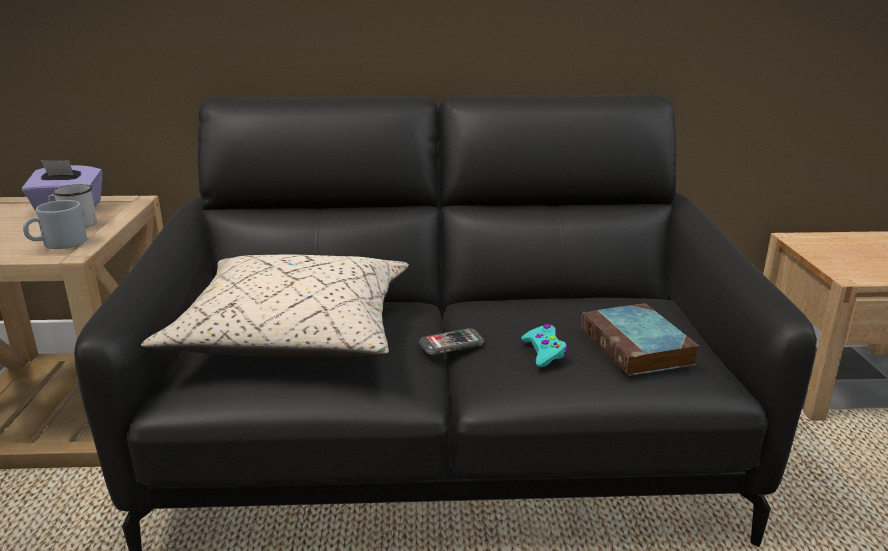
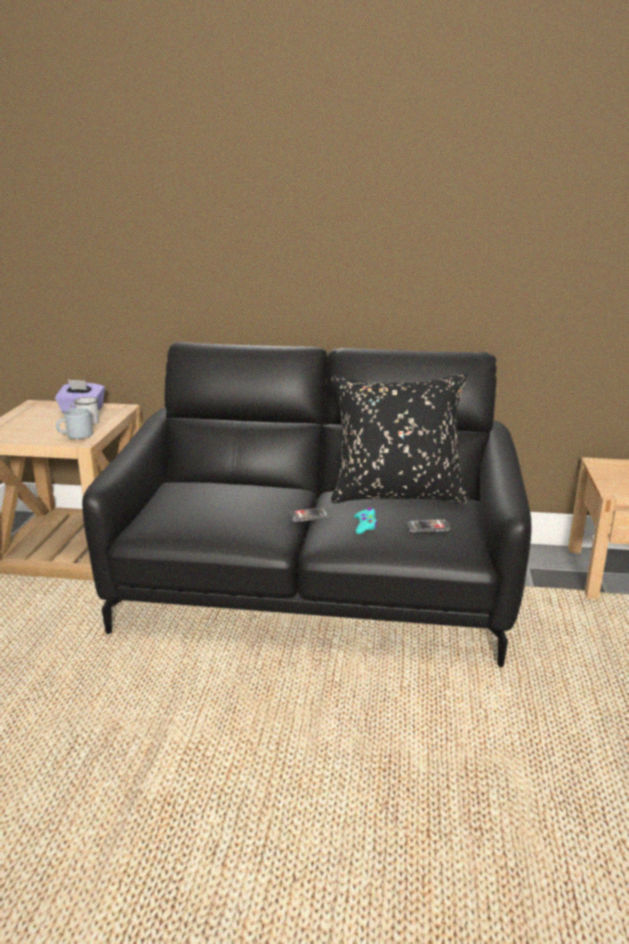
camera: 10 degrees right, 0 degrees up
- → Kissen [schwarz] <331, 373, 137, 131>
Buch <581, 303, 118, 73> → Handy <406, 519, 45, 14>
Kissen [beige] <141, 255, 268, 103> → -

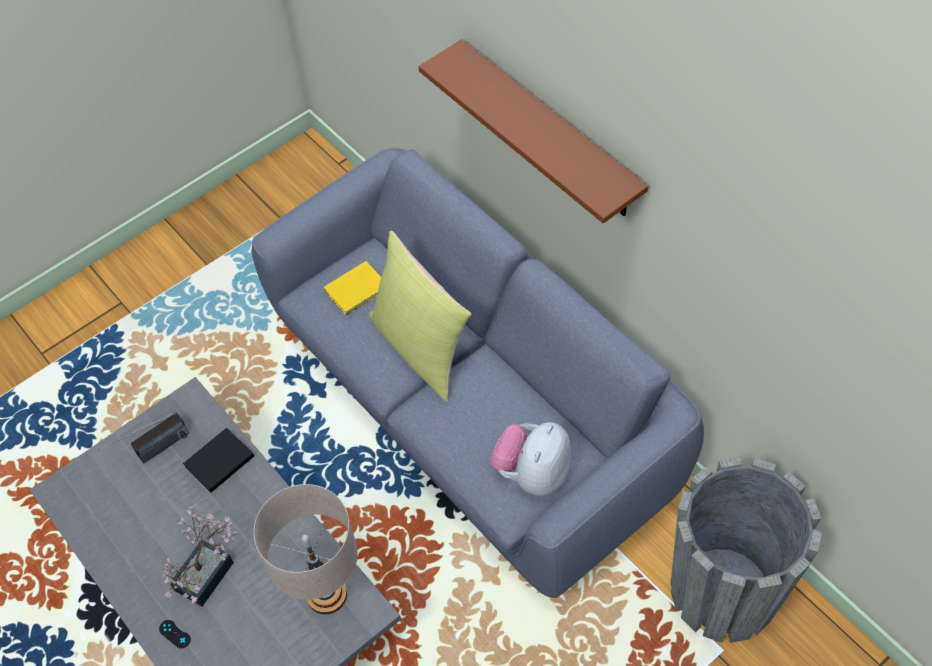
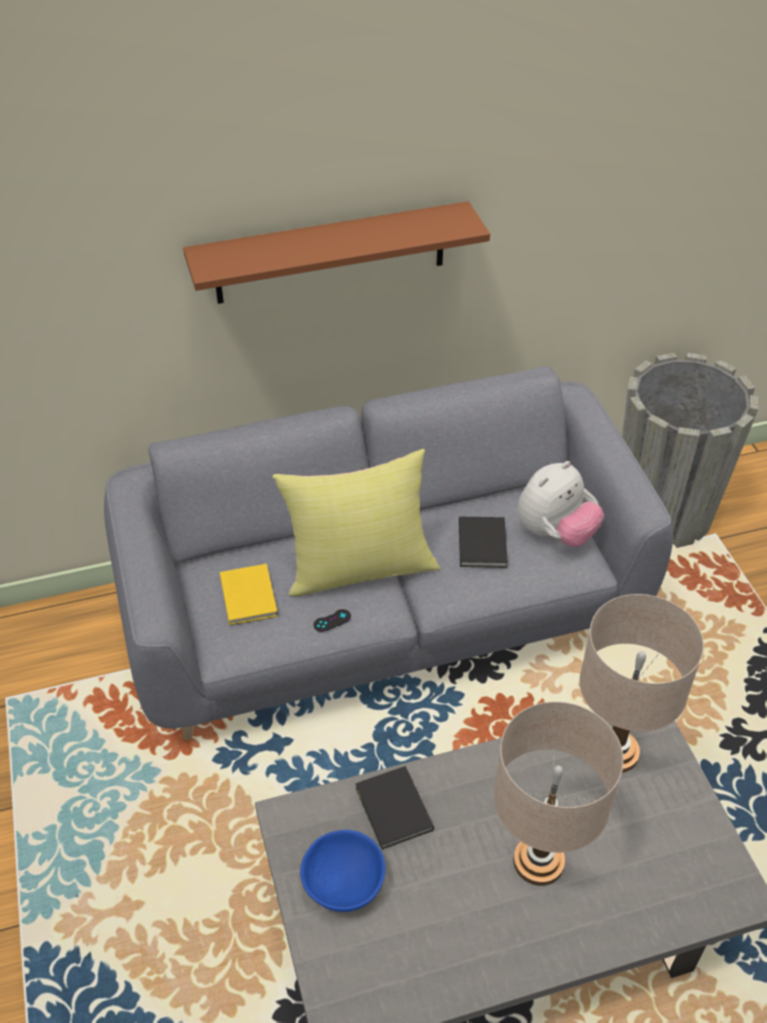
camera: 70 degrees left, 10 degrees down
Radio <98, 412, 91, 52> → Schüssel [blau] <300, 830, 86, 82>
Gamepad [schwarz] <159, 620, 32, 29> → Gamepad [schwarz] <313, 609, 38, 23>, move
- → Buch [schwarz] <459, 517, 49, 51>
Topfpflanze <162, 504, 76, 103> → Tischlampe [beige] <494, 702, 130, 184>
Plüschtier <490, 422, 81, 74> → Plüschtier <517, 461, 87, 86>, 90 degrees counterclockwise

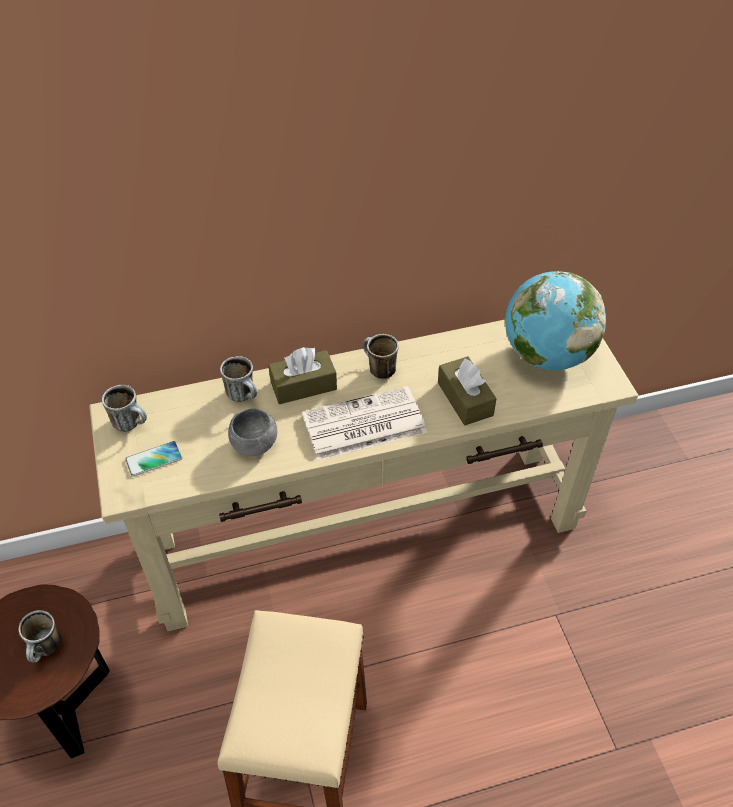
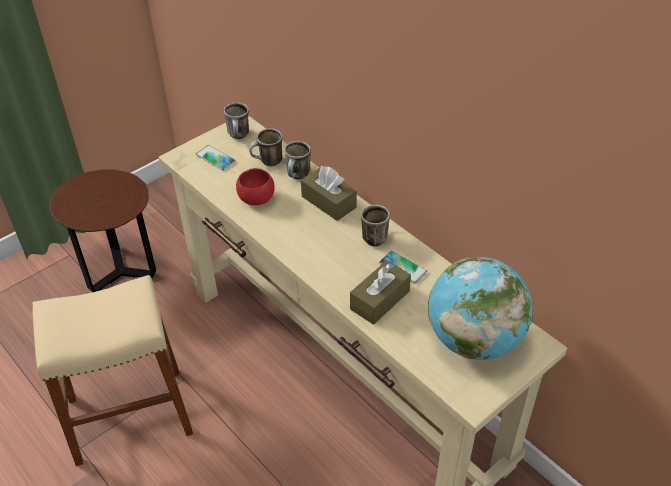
camera: 65 degrees right, 5 degrees down
Schüssel [grau] <228, 409, 49, 47> → Schüssel [rot] <236, 168, 39, 37>
Henkelbecher <18, 610, 44, 53> → Henkelbecher <249, 128, 34, 38>, move
- → Handy <379, 251, 48, 33>
Zeitung <302, 386, 125, 75> → -

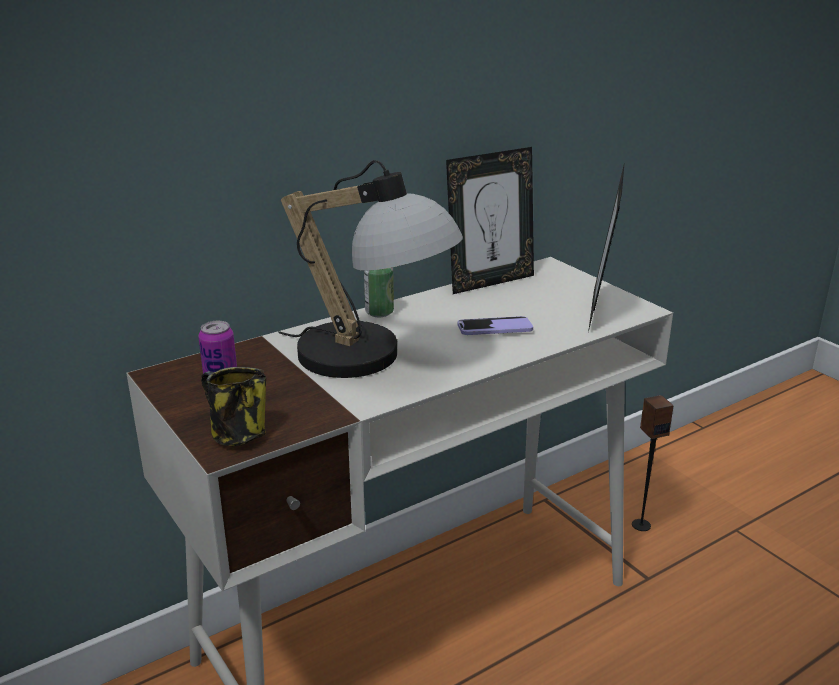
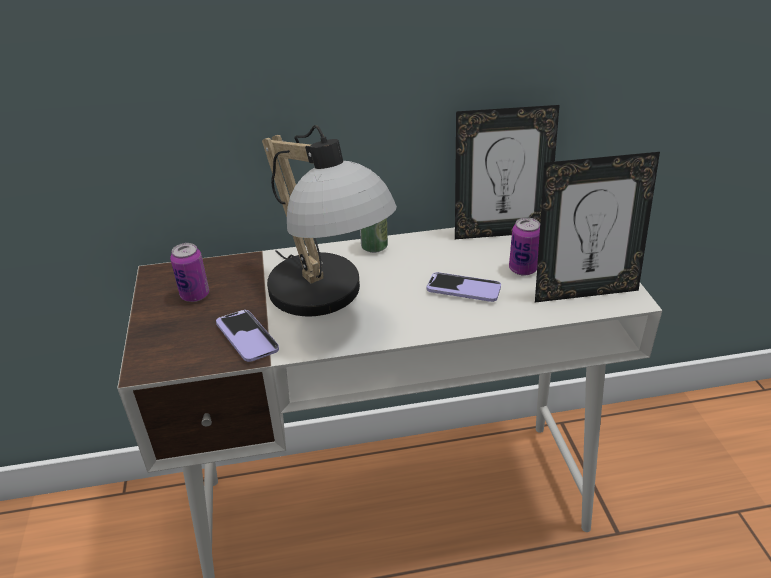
camera: 25 degrees right, 10 degrees up
- → Handy <216, 310, 63, 52>
- → Dose <509, 217, 31, 58>
Bilderrahmen <588, 162, 37, 170> → Bilderrahmen <535, 152, 125, 150>, 135 degrees counterclockwise
Henkelbecher <201, 367, 65, 79> → -
Lautsprecher <632, 395, 42, 136> → -

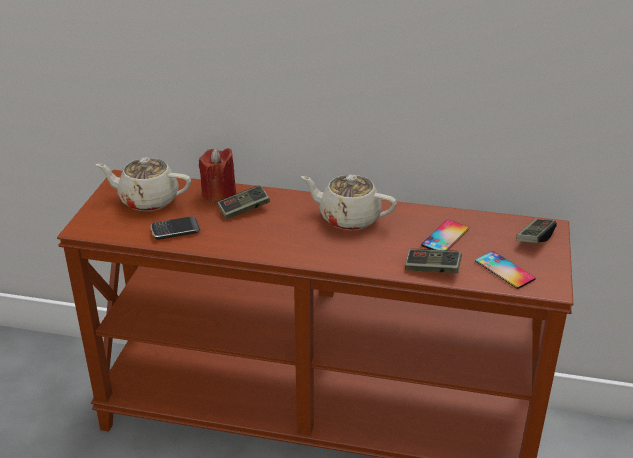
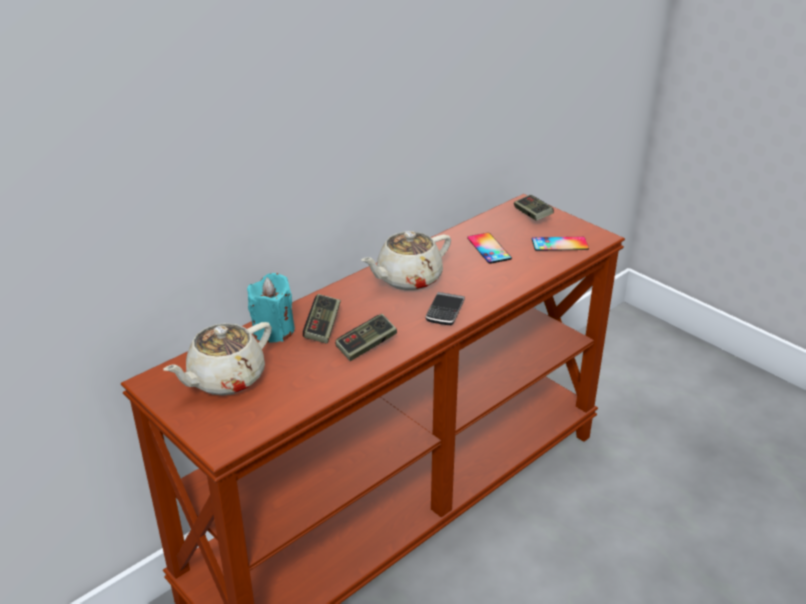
camera: 55 degrees left, 0 degrees up
Kerze [rot] <199, 148, 37, 54> → Kerze [türkis] <247, 273, 48, 70>
Gamepad <405, 249, 57, 24> → Gamepad <335, 314, 62, 47>, move
Handy <151, 216, 49, 24> → Handy <426, 292, 39, 33>, move

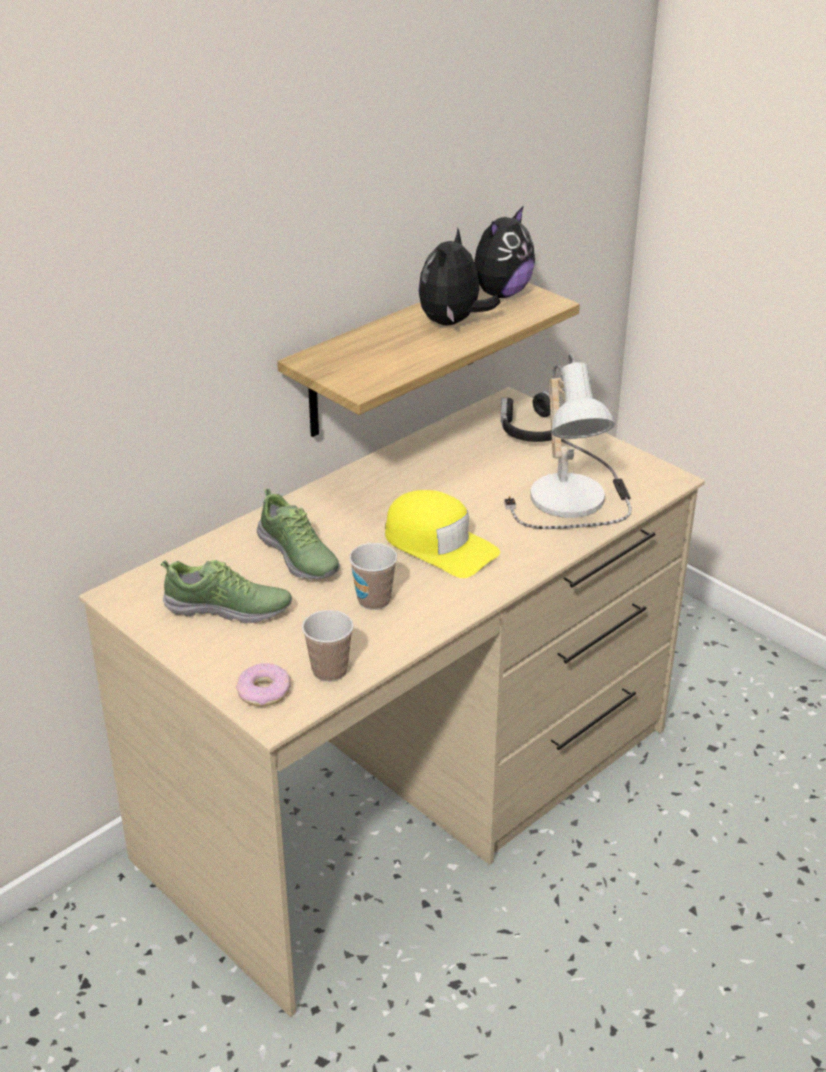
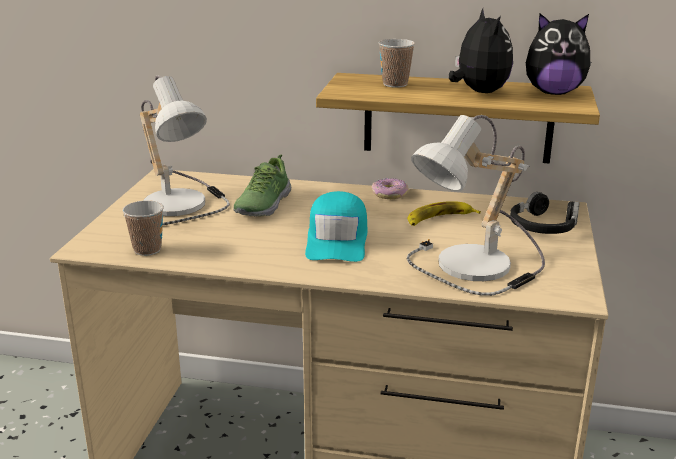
camera: 55 degrees right, 10 degrees down
Schuh <160, 560, 132, 64> → Tischlampe <124, 75, 106, 150>
Kappe [gelb] <385, 490, 115, 88> → Kappe [türkis] <305, 191, 63, 71>
Donut <236, 663, 55, 44> → Donut <372, 178, 36, 21>, move
Tasse <349, 543, 48, 67> → Tasse <378, 39, 37, 49>, move
- → Banane <407, 201, 74, 25>
Plüschtier <418, 228, 83, 97> → Plüschtier <449, 8, 64, 85>, 90 degrees clockwise

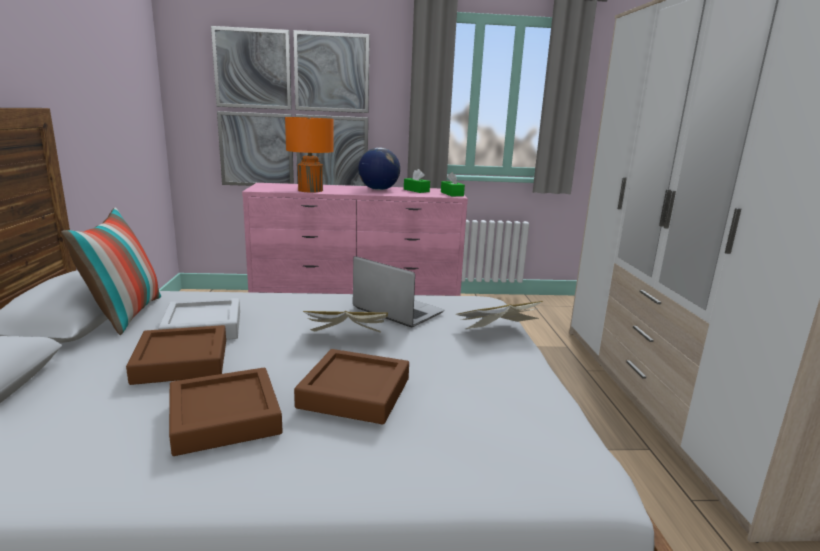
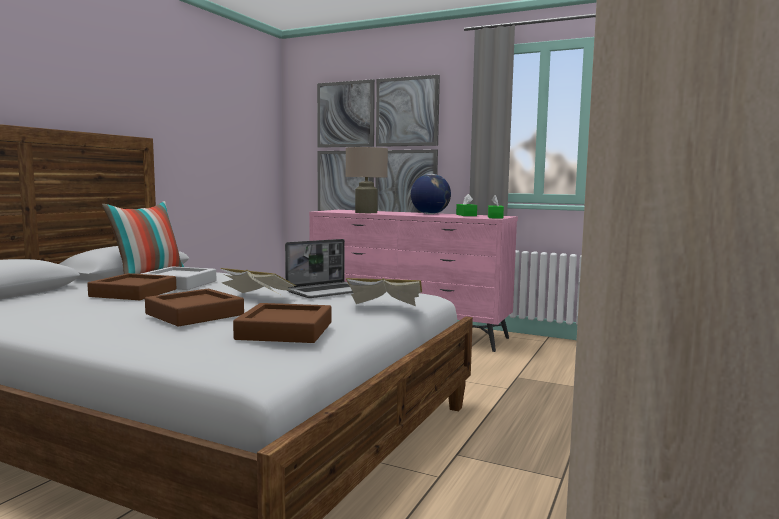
camera: 30 degrees right, 10 degrees down
Tablett [braun] <169, 368, 114, 88> → Tablett [braun] <233, 303, 98, 40>, move
Laptop <353, 256, 91, 71> → Laptop <285, 239, 68, 59>, 75 degrees clockwise
Tischlampe [orange] <285, 117, 49, 75> → Tischlampe [beige] <346, 147, 42, 66>

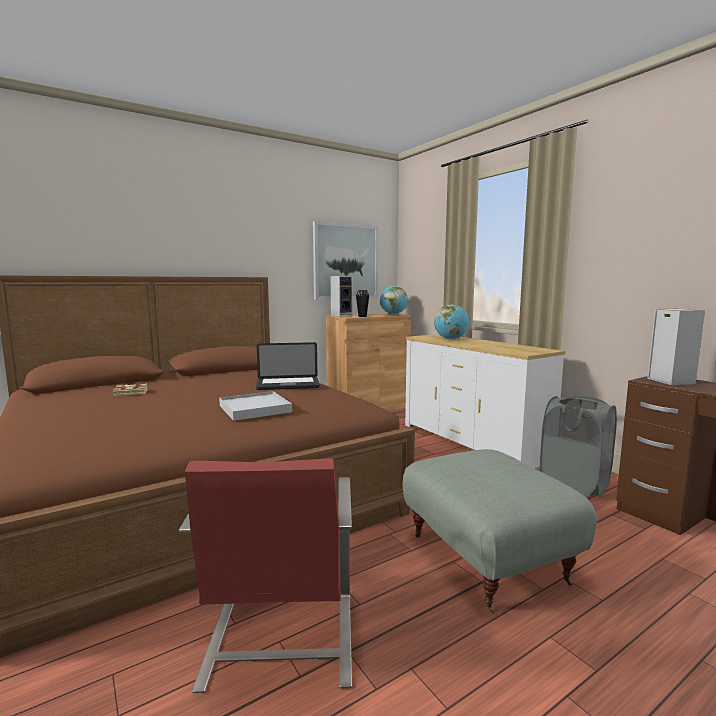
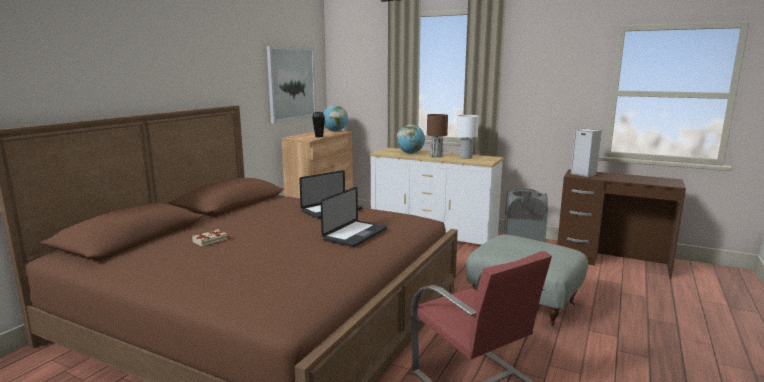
camera: 30 degrees left, 5 degrees up
Tablett [weiß] <219, 391, 73, 30> → Laptop <321, 187, 66, 60>
- → Tischlampe [braun] <427, 114, 21, 43>
- → Tischlampe [weiß] <457, 115, 22, 44>
Lautsprecher <331, 276, 22, 41> → -

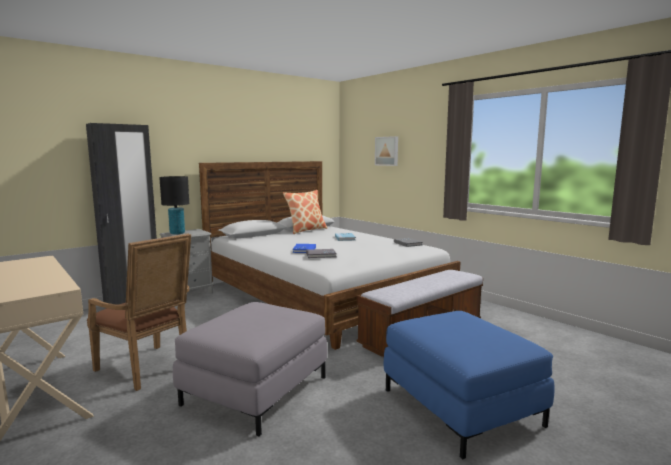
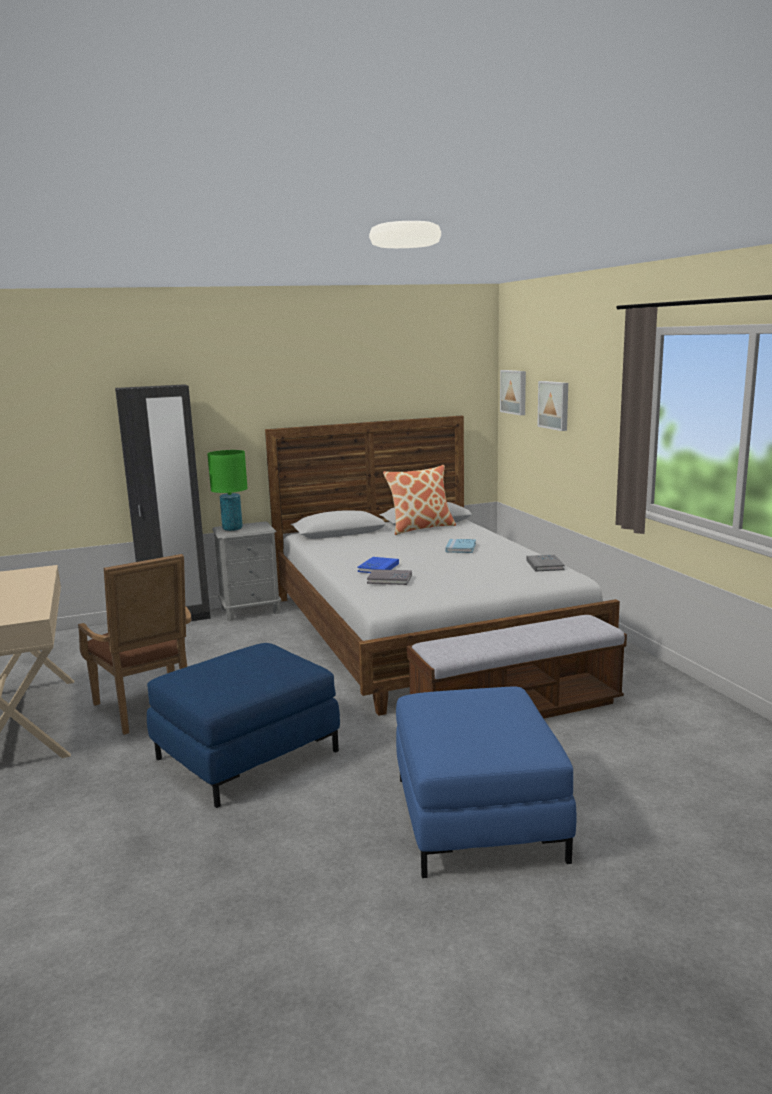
camera: 20 degrees right, 5 degrees up
Polsterhocker [grau] <173, 302, 154, 134> → Polsterhocker [blau] <147, 643, 193, 165>
Tischlampe [schwarz] <159, 176, 30, 58> → Tischlampe [grün] <207, 450, 40, 81>
- → Bild <500, 370, 26, 45>

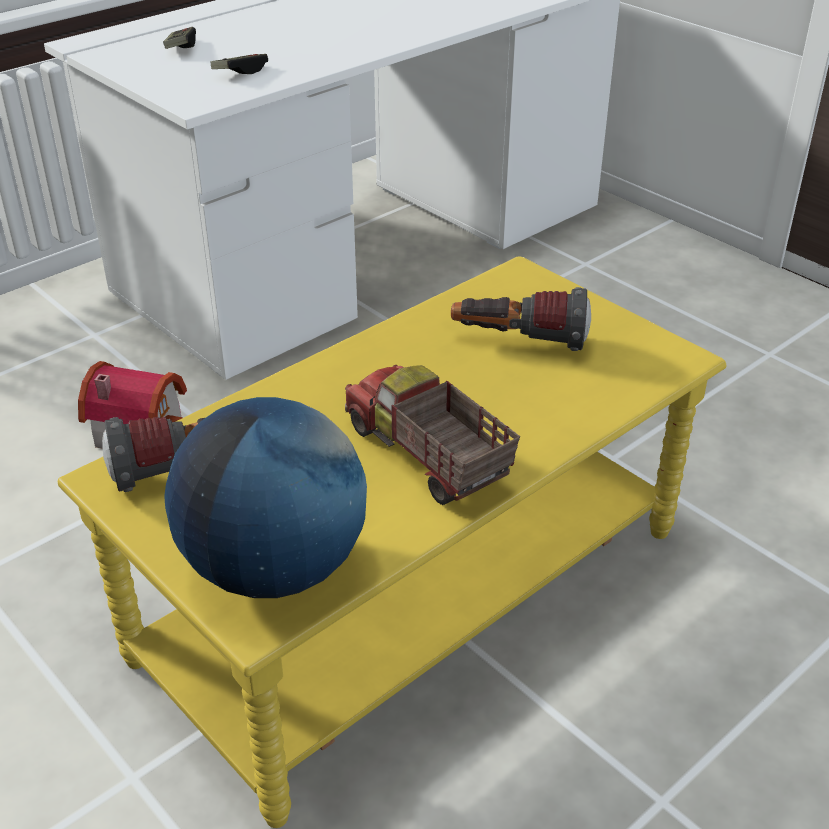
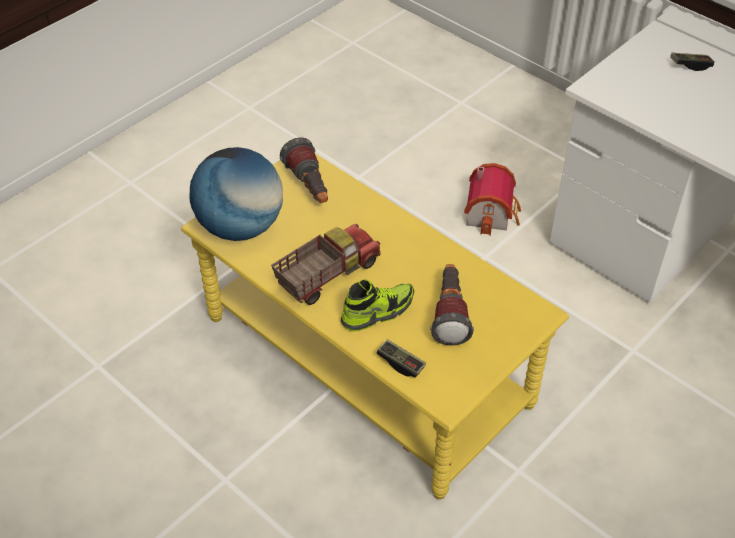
camera: 85 degrees right, 10 degrees up
- → Schuh <341, 279, 73, 53>
Gamepad <210, 54, 58, 20> → Gamepad <377, 339, 49, 39>, move

